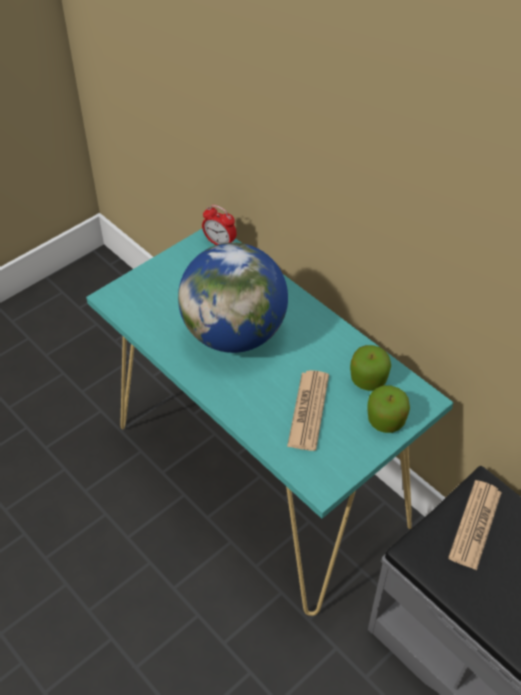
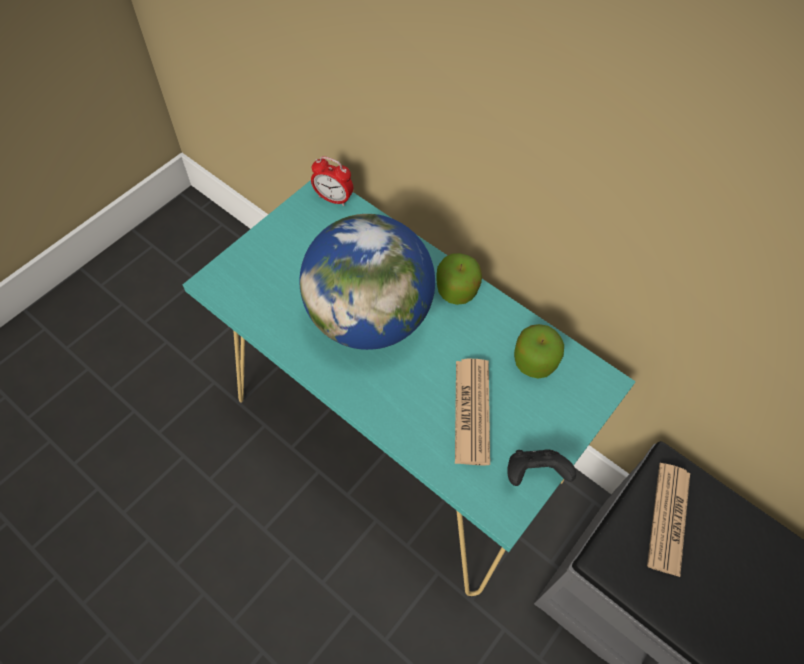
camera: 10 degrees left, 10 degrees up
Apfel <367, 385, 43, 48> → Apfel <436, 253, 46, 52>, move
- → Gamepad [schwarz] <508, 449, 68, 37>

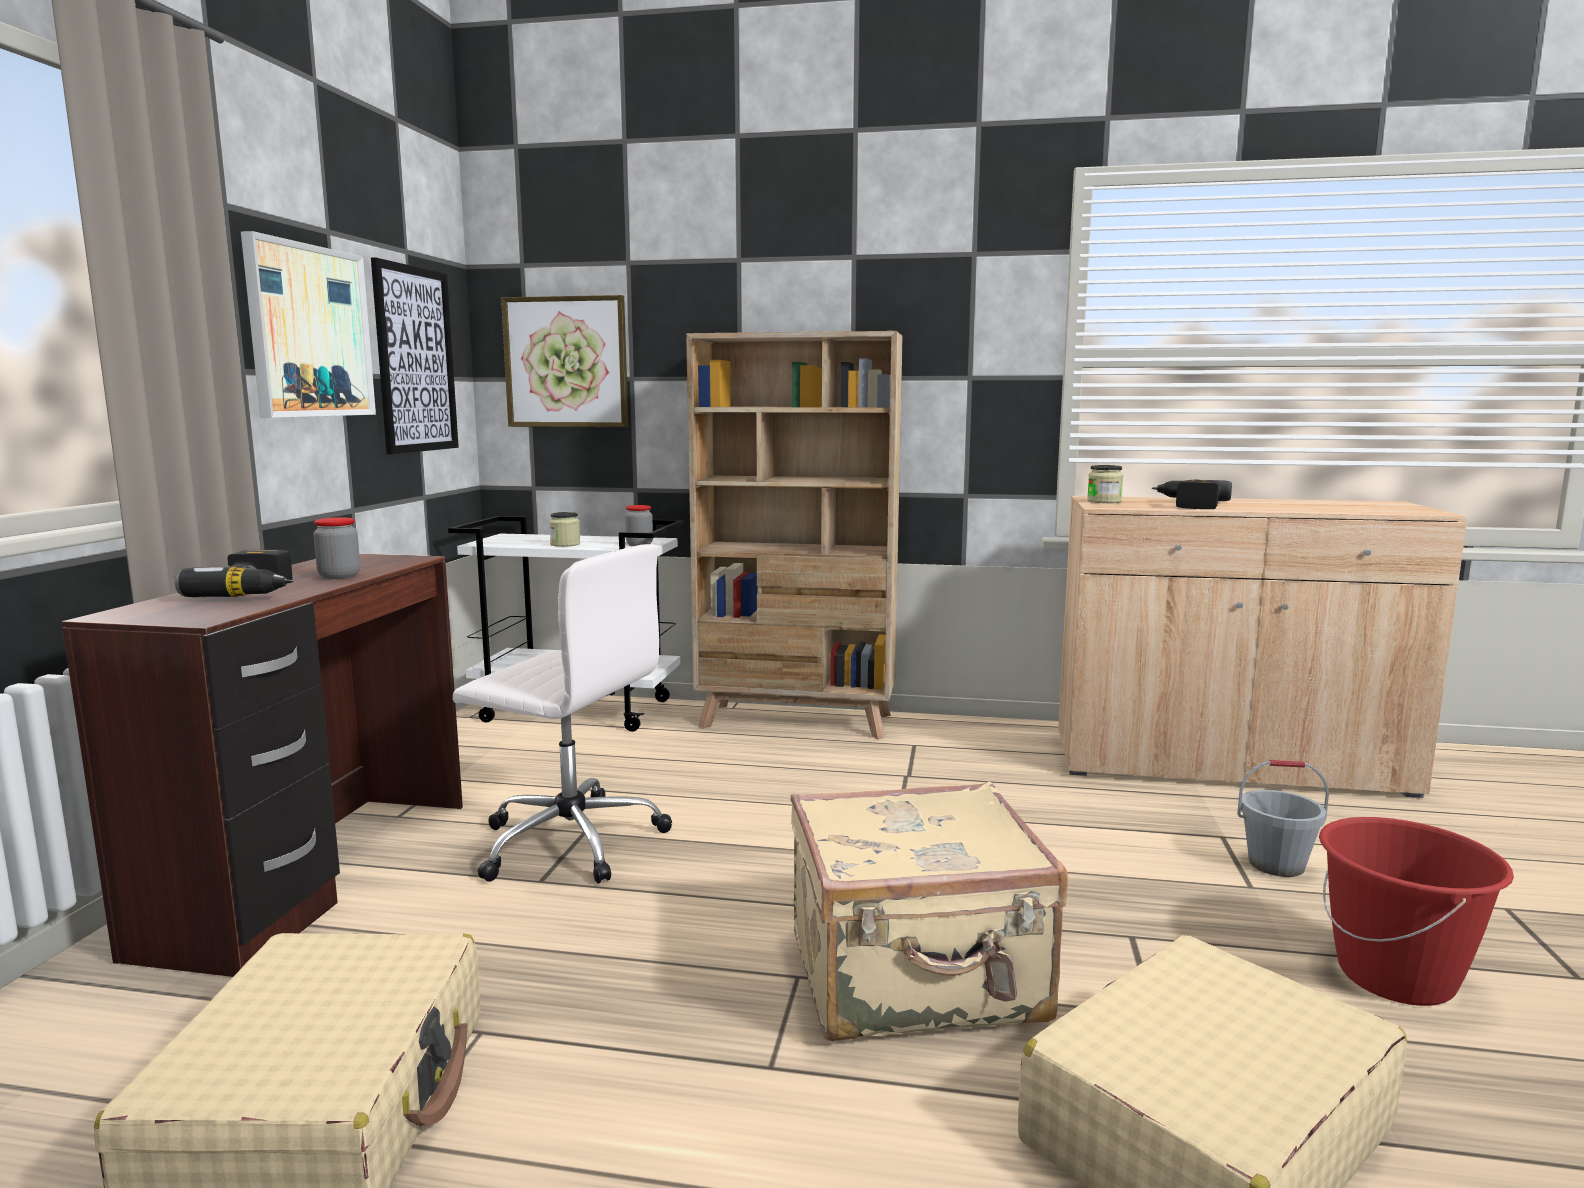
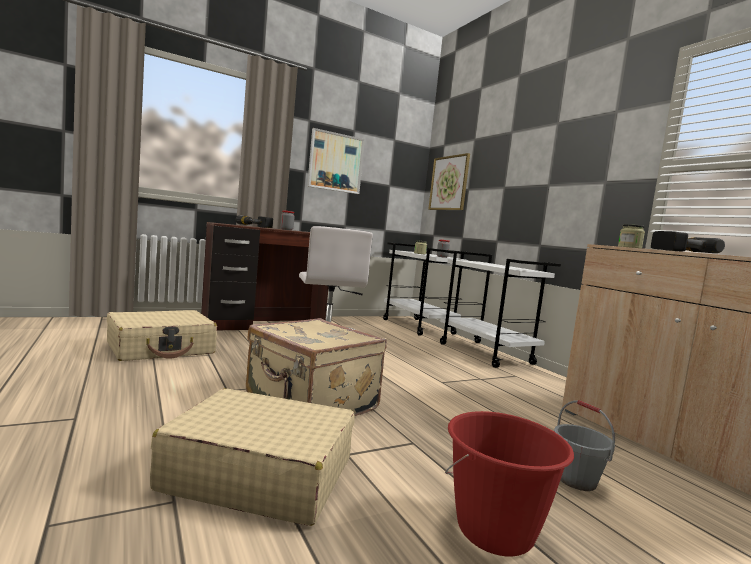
camera: 50 degrees right, 5 degrees down
Bücherregal [beige] <686, 331, 217, 409> → Rollwagen [weiß] <440, 250, 121, 118>
Bild <371, 257, 88, 197> → -

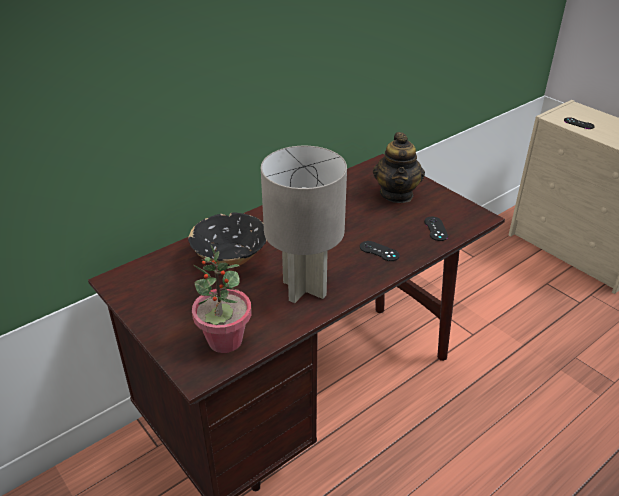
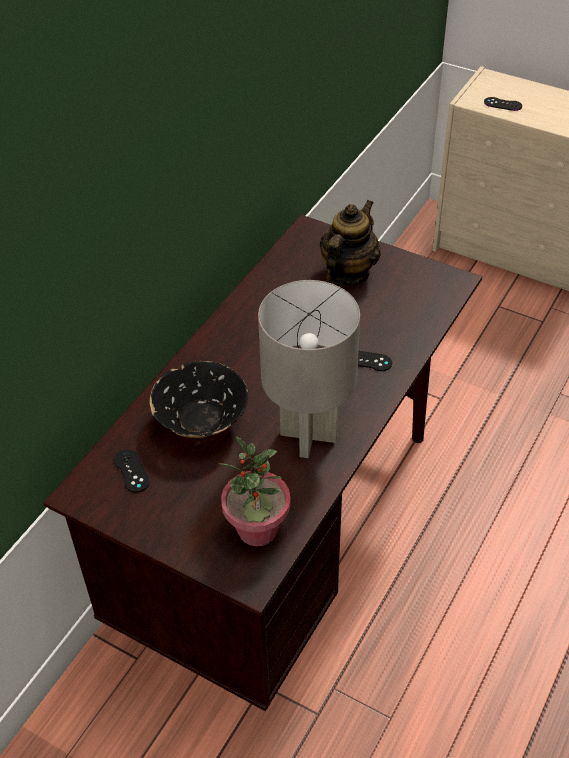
camera: 20 degrees left, 10 degrees up
Gamepad [schwarz] <424, 217, 24, 24> → Gamepad [schwarz] <114, 449, 36, 44>, move
Teekanne <373, 132, 52, 71> → Teekanne <319, 200, 62, 86>, 135 degrees counterclockwise

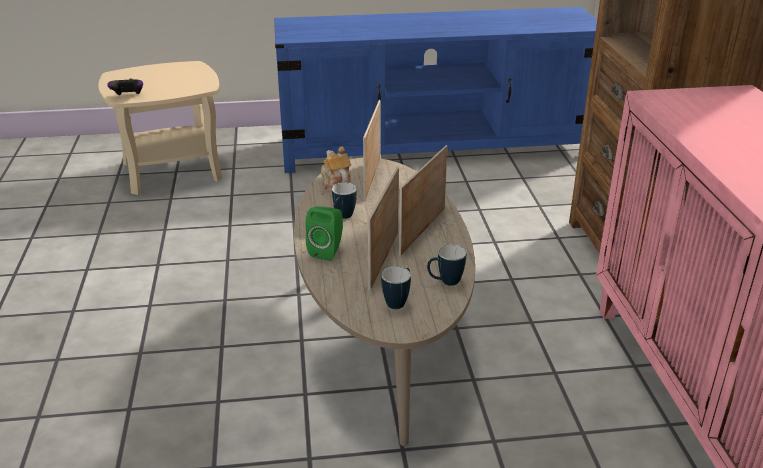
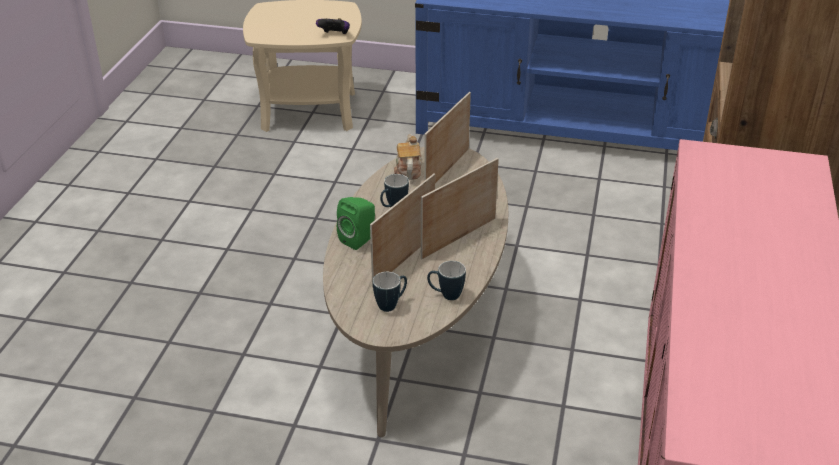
camera: 20 degrees right, 5 degrees up
Gamepad <108, 78, 35, 17> → Gamepad <316, 18, 34, 16>, move

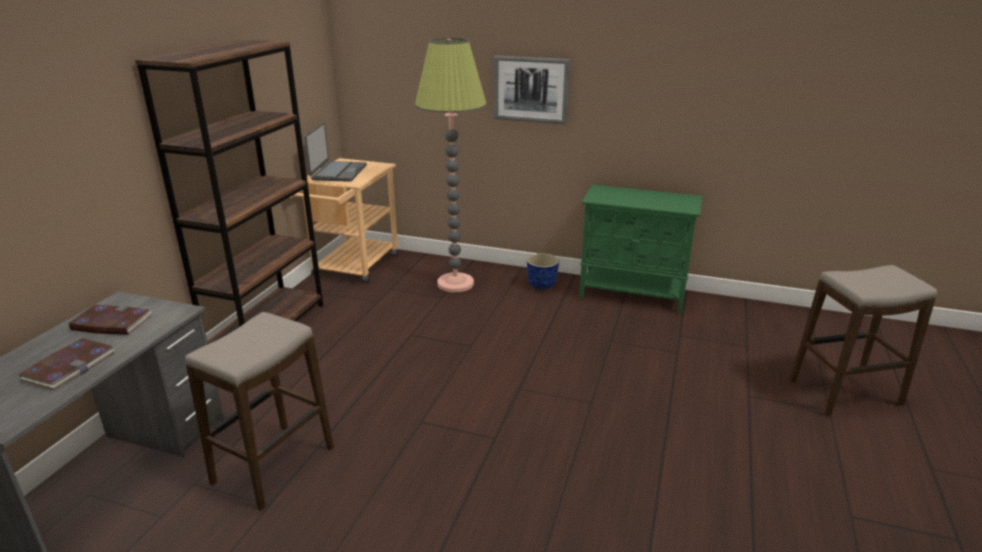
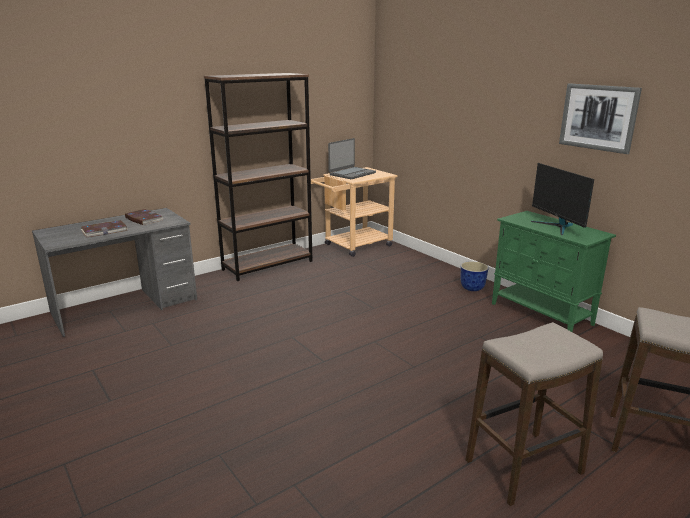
camera: 35 degrees right, 5 degrees down
Hocker <185, 312, 149, 199> → Hocker <466, 322, 137, 184>, move
- → Monitor <531, 163, 63, 72>
Bild <494, 55, 76, 69> → Bild <559, 83, 83, 71>, move
Stehlampe <415, 38, 71, 254> → -

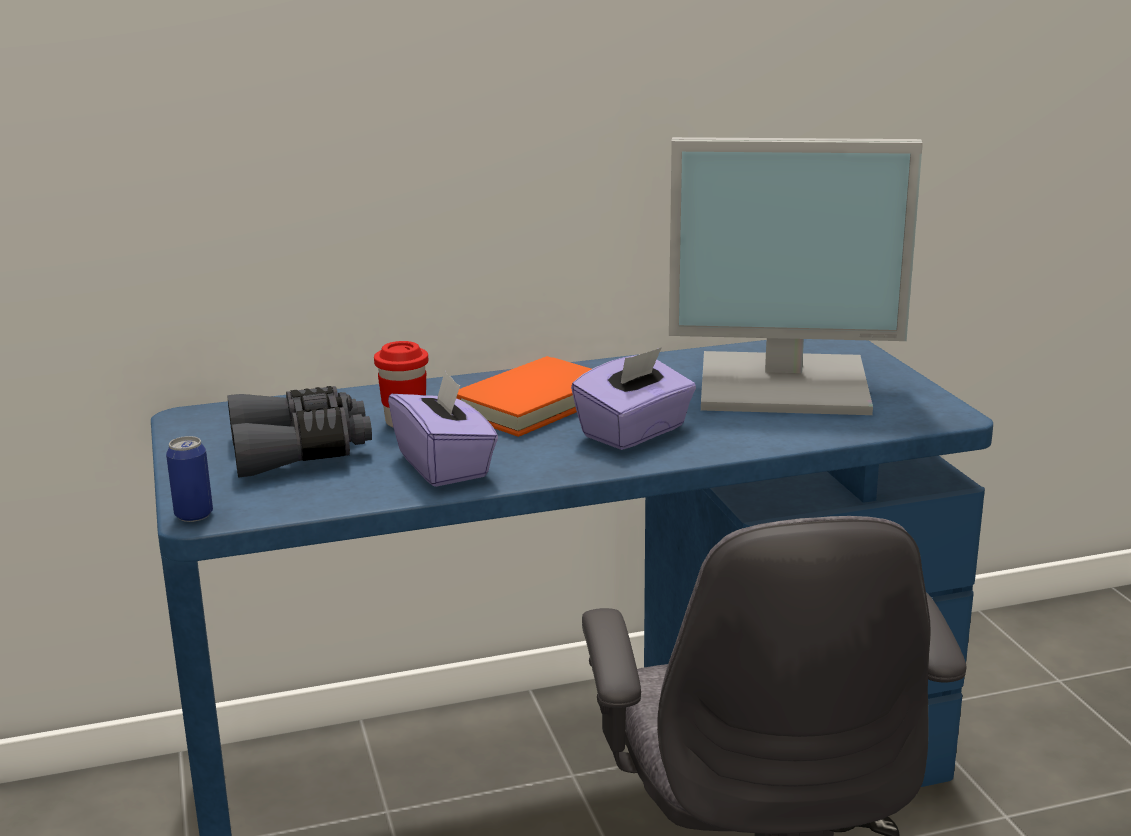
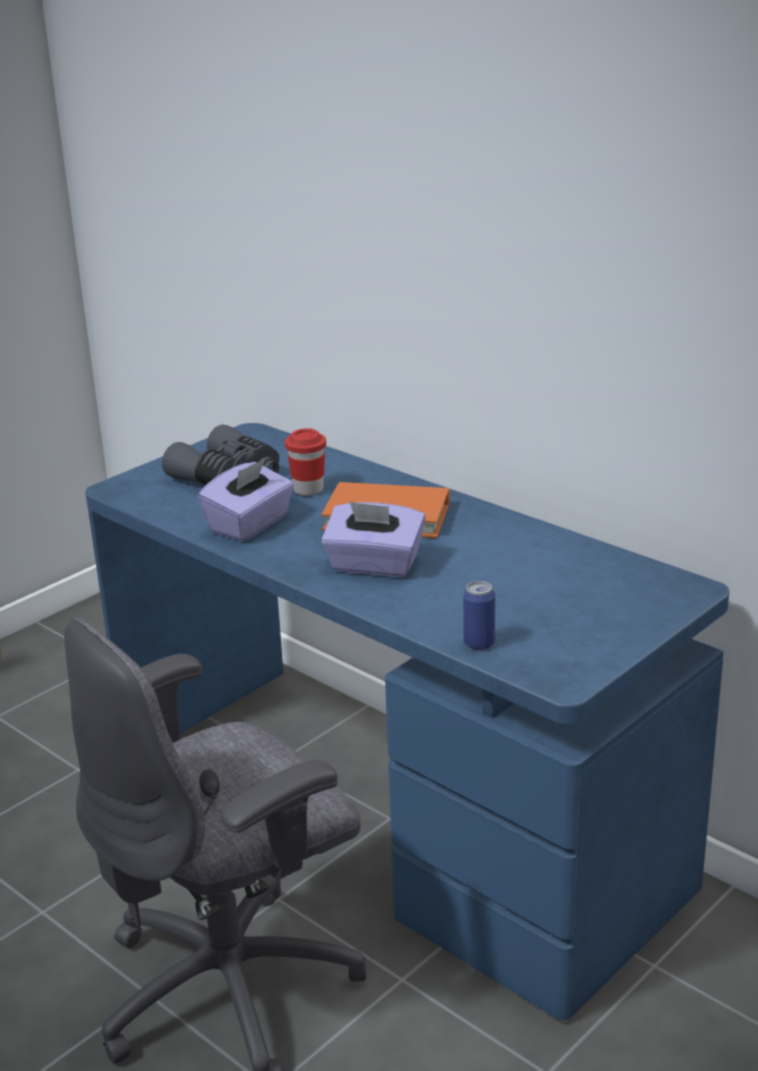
camera: 60 degrees right, 5 degrees up
Dose <166, 436, 47, 86> → Dose <463, 581, 32, 69>, move
Monitor <669, 137, 254, 278> → -

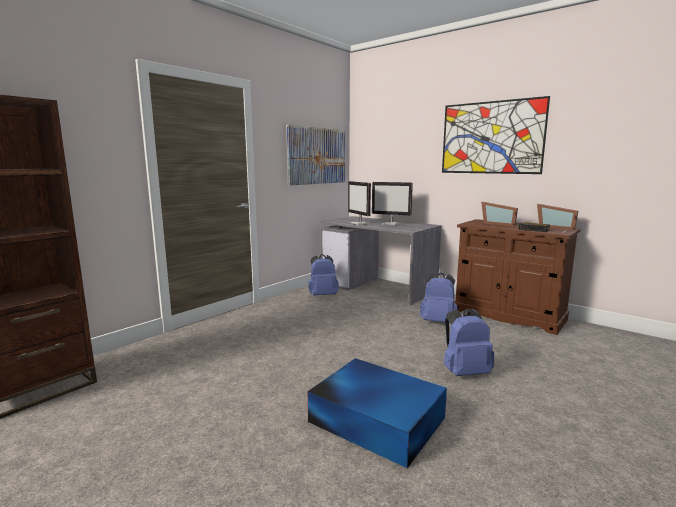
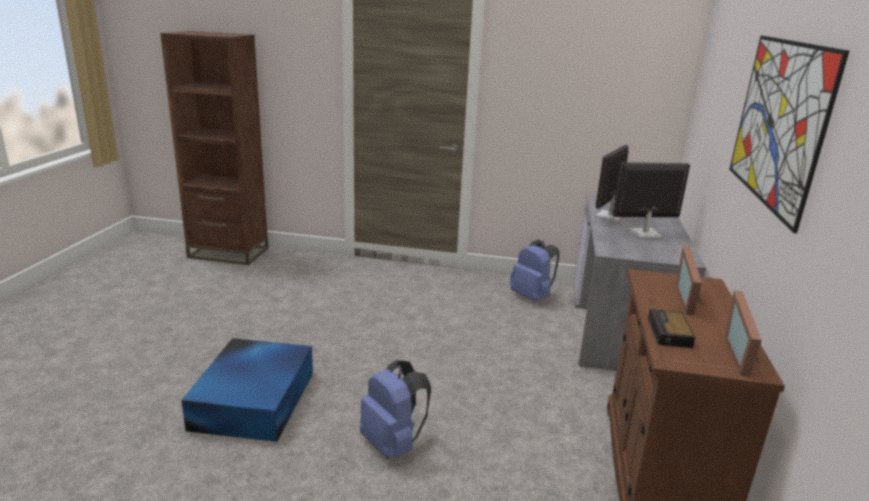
camera: 60 degrees right, 10 degrees up
Monitor <372, 182, 41, 43> → Monitor <612, 162, 78, 76>, 90 degrees clockwise
Bild <286, 125, 59, 61> → -
Rucksack [blau] <420, 273, 38, 50> → -

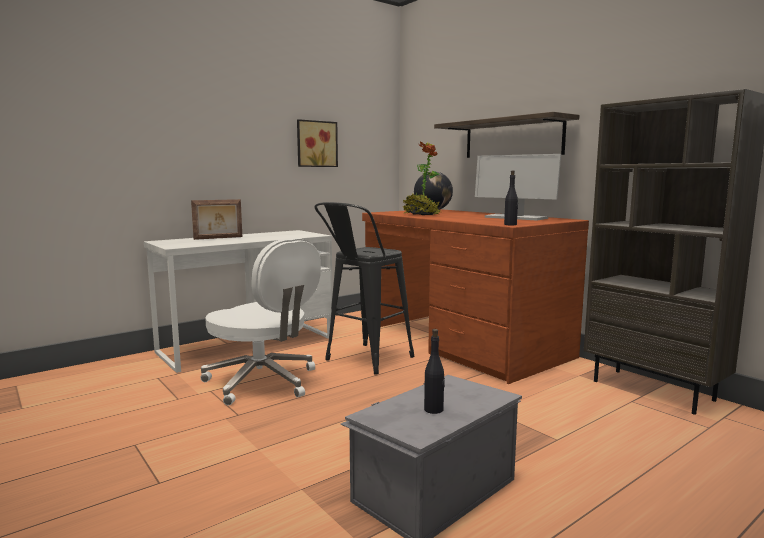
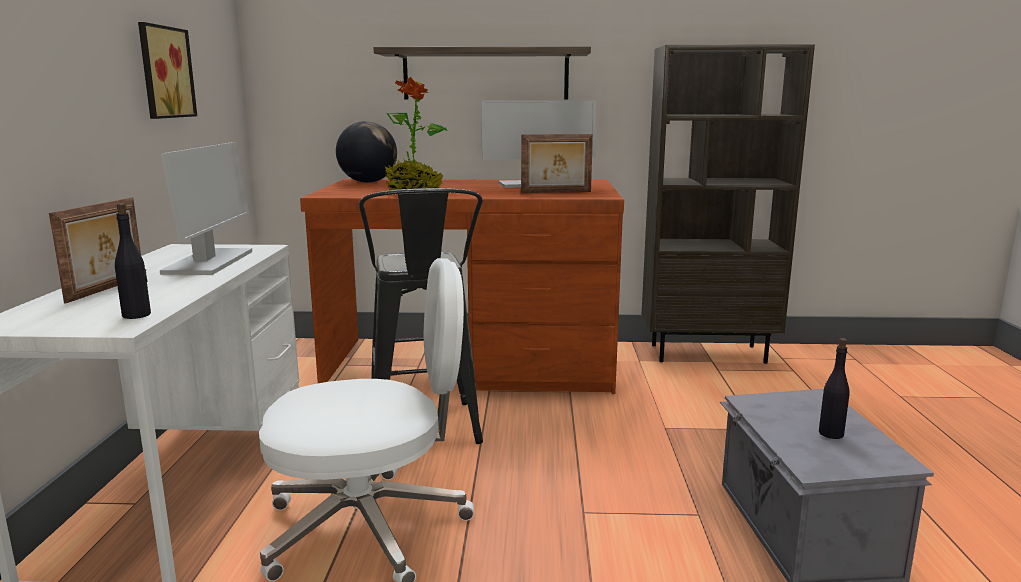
camera: 50 degrees left, 5 degrees up
Flasche [schwarz] <504, 170, 14, 55> → Flasche [schwarz] <115, 203, 36, 116>, move
- → Monitor <160, 142, 92, 133>
- → Bilderrahmen <521, 134, 72, 59>

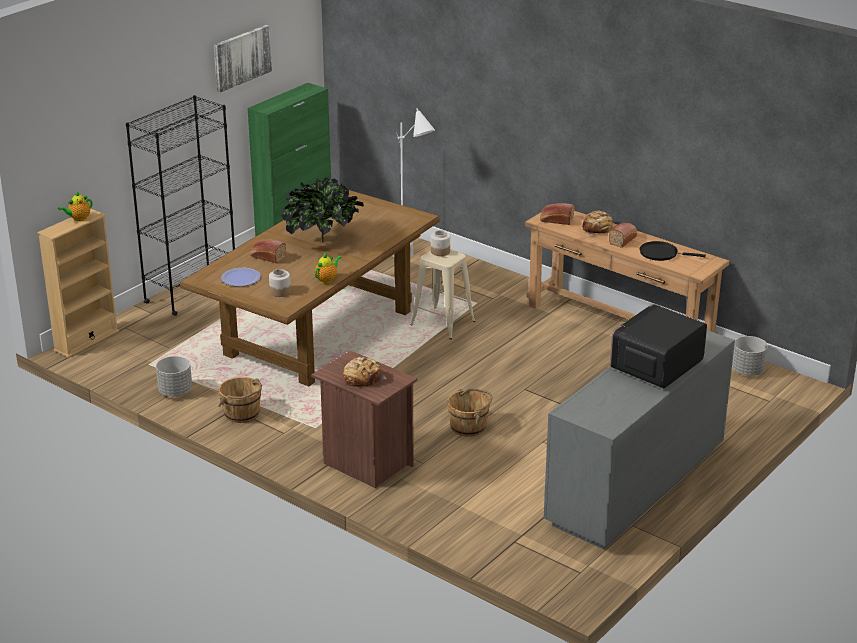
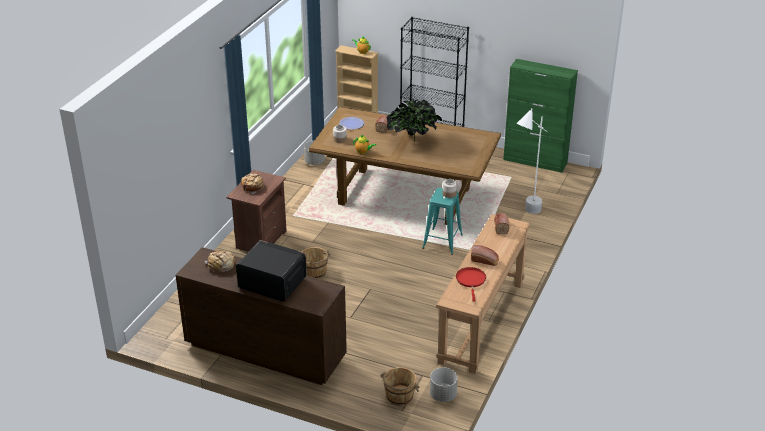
camera: 75 degrees right, 5 degrees up
Kommode [grau] <544, 330, 191, 220> → Kommode [braun] <176, 247, 171, 138>
Brot <582, 211, 31, 24> → Brot <205, 250, 30, 22>, move
Eimer [braun] <218, 377, 44, 46> → Eimer [braun] <381, 367, 38, 38>, move
Hocker [beige] <411, 250, 64, 89> → Hocker [türkis] <422, 188, 41, 67>
Pfanne [schwarz] <640, 241, 66, 20> → Pfanne [rot] <456, 267, 30, 35>
Bild <214, 25, 58, 67> → -

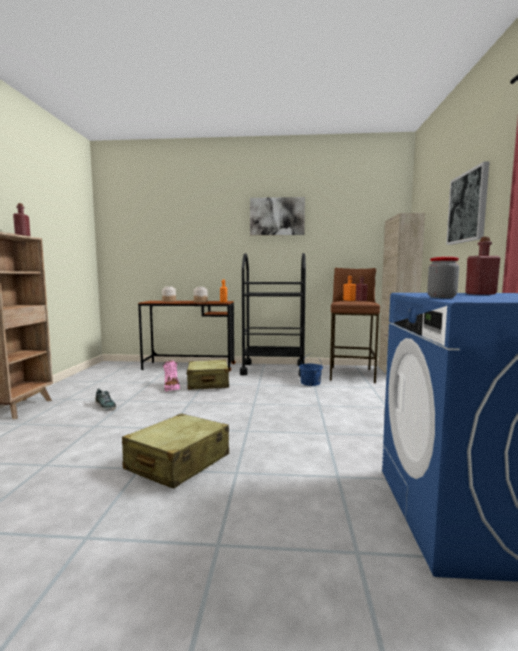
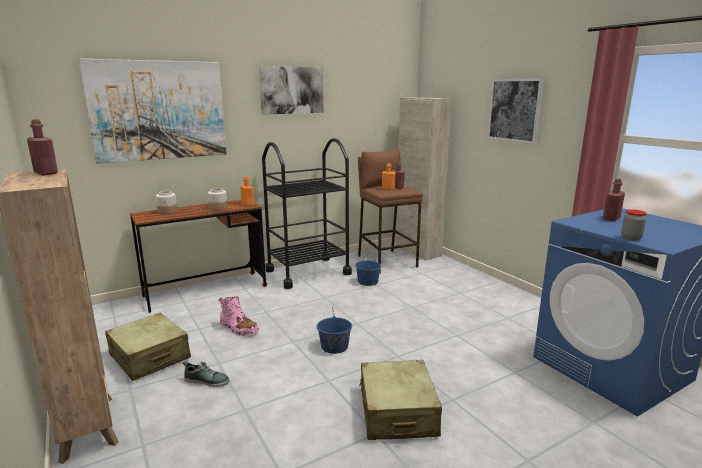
camera: 35 degrees left, 10 degrees up
- → Bild <79, 59, 147, 105>
Koffer [beige] <186, 359, 43, 31> → Koffer [beige] <105, 313, 86, 68>, move
- → Eimer [blau] <317, 307, 35, 47>

